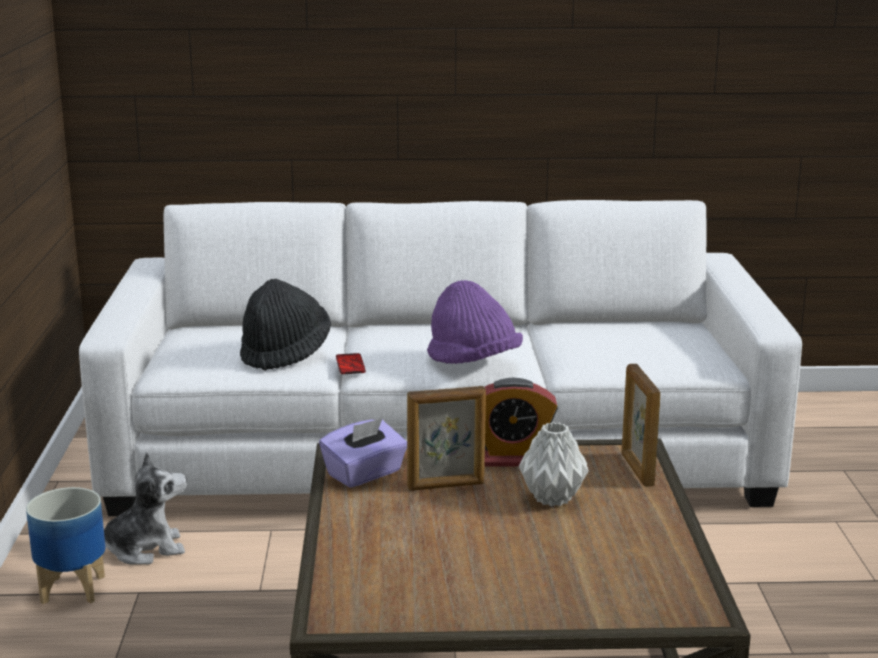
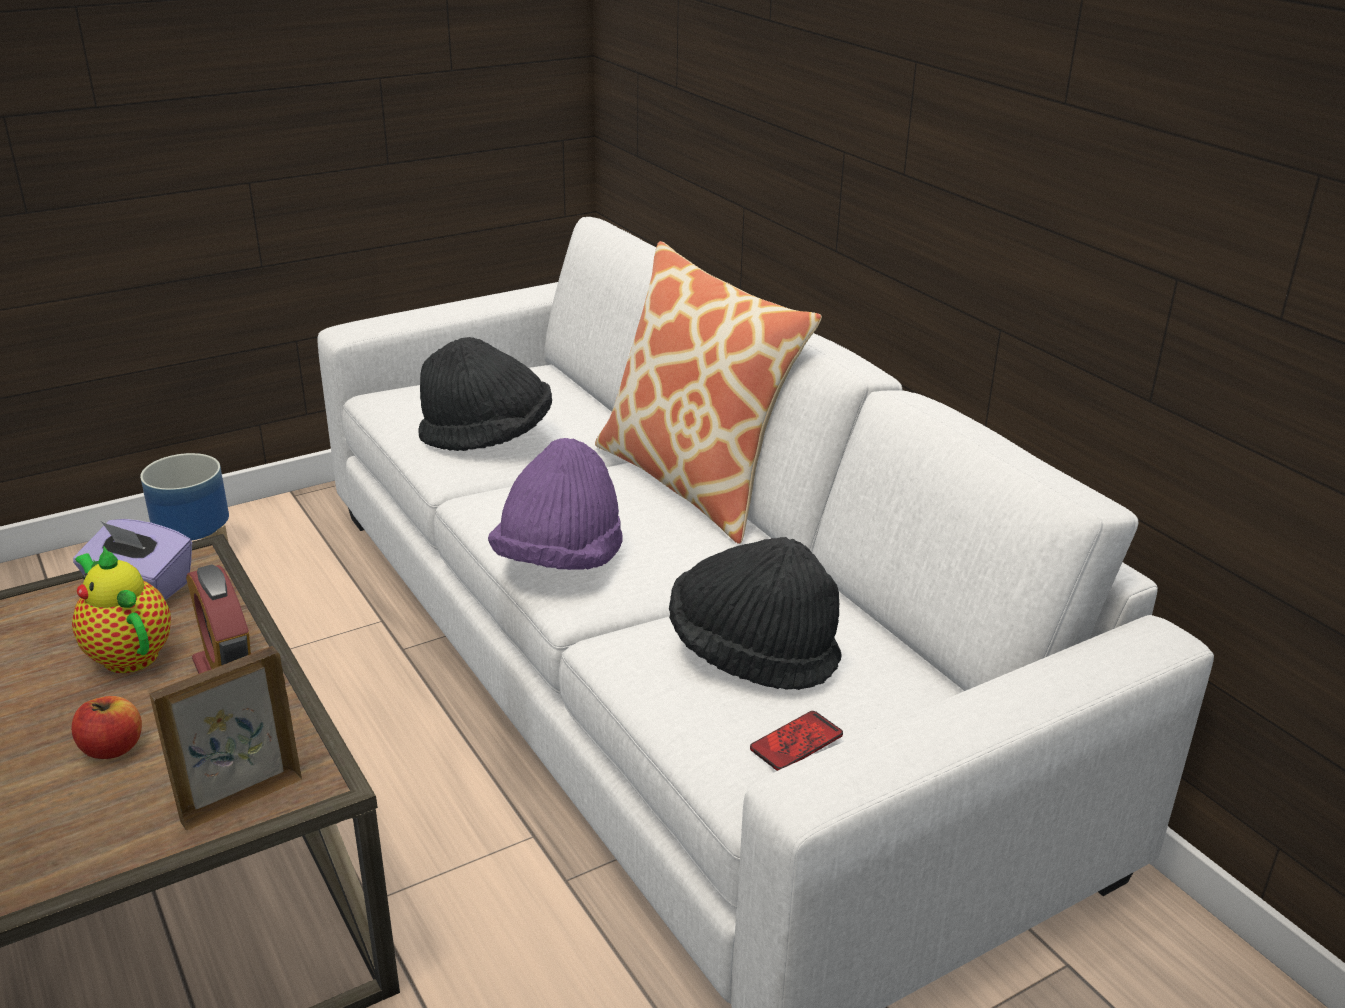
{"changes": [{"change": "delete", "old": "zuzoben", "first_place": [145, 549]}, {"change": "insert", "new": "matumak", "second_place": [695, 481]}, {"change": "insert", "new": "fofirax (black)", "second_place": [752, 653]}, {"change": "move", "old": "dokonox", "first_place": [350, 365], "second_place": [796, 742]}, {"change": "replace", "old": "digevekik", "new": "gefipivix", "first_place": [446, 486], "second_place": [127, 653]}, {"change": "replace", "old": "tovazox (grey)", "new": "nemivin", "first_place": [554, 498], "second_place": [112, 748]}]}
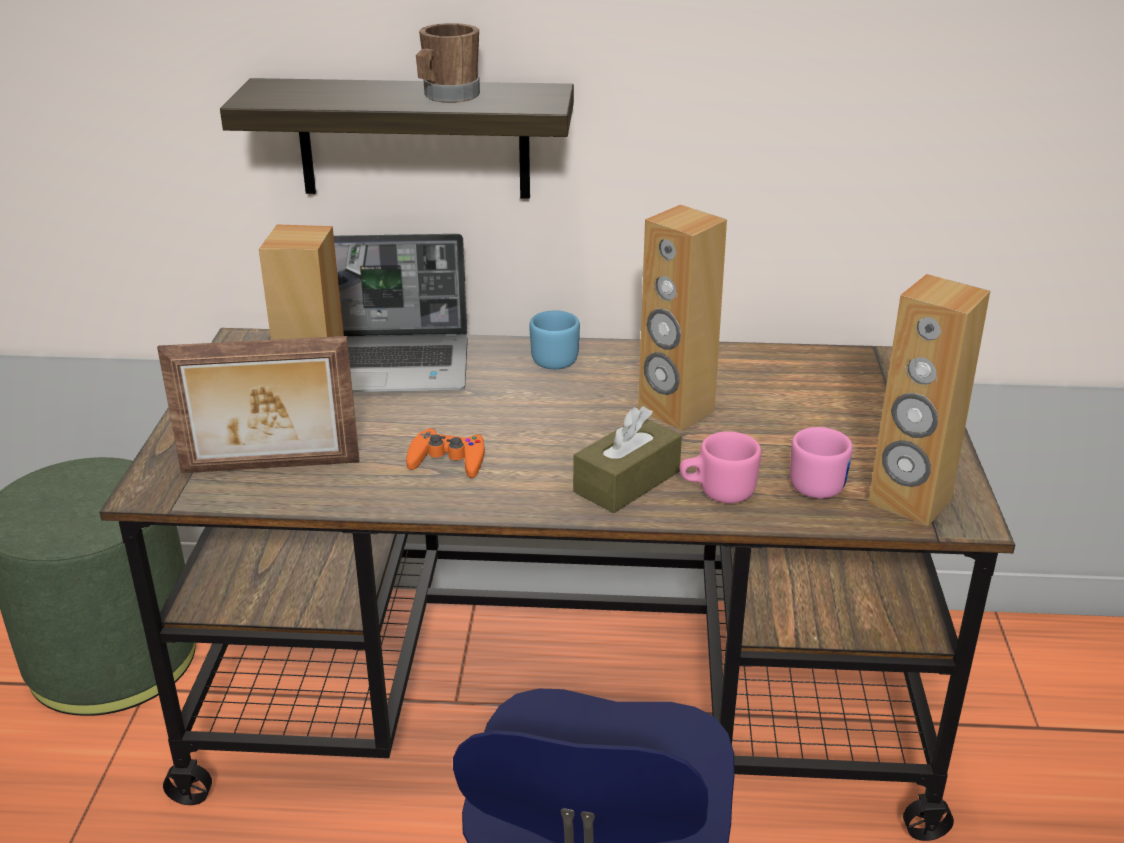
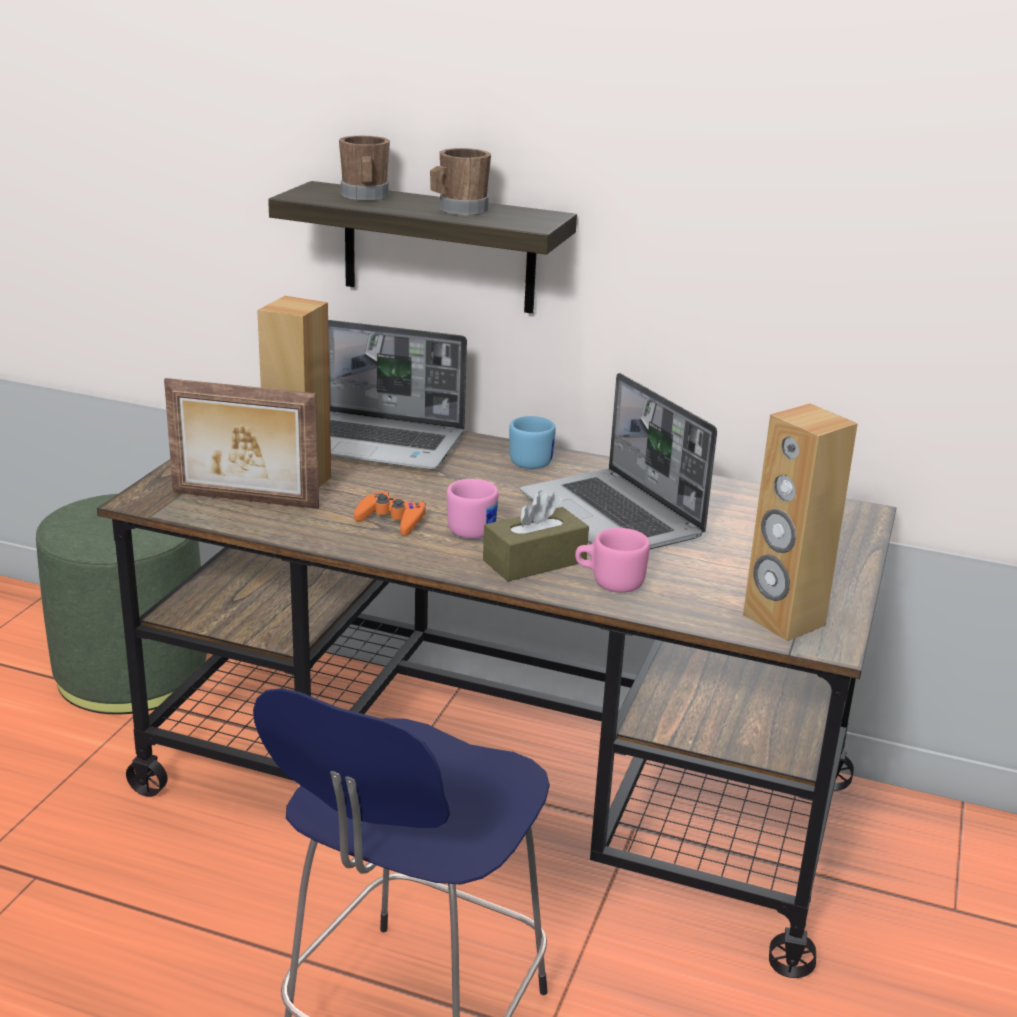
{"changes": [{"change": "insert", "new": "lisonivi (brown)", "second_place": [365, 197]}, {"change": "move", "old": "lisonivi (pink)", "first_place": [815, 482], "second_place": [474, 528]}, {"change": "replace", "old": "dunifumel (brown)", "new": "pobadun", "first_place": [675, 411], "second_place": [613, 517]}]}
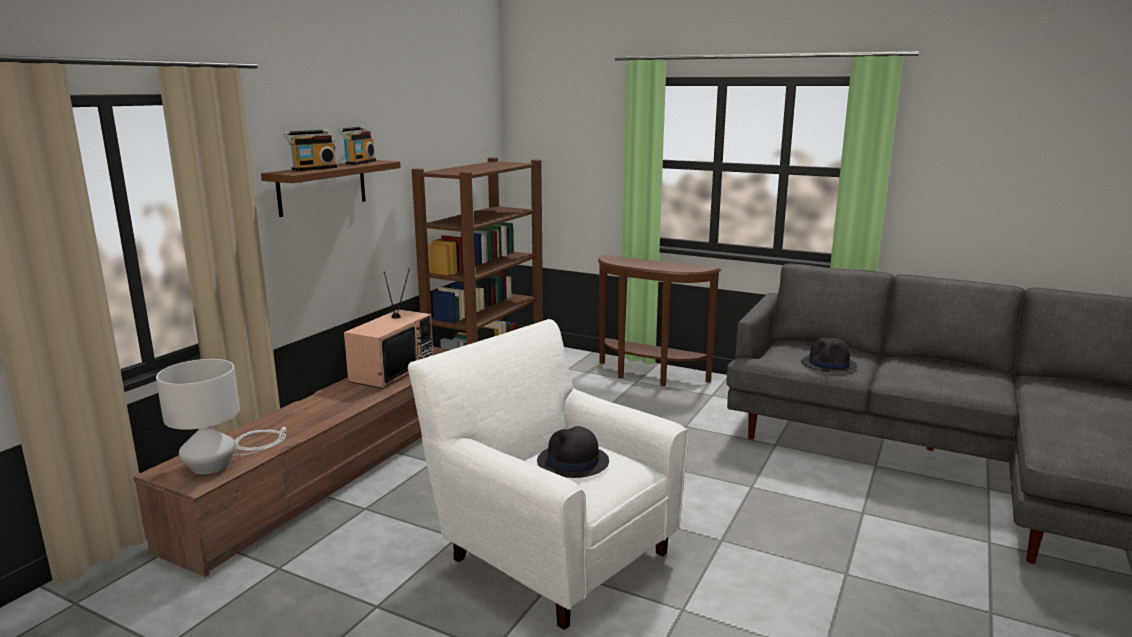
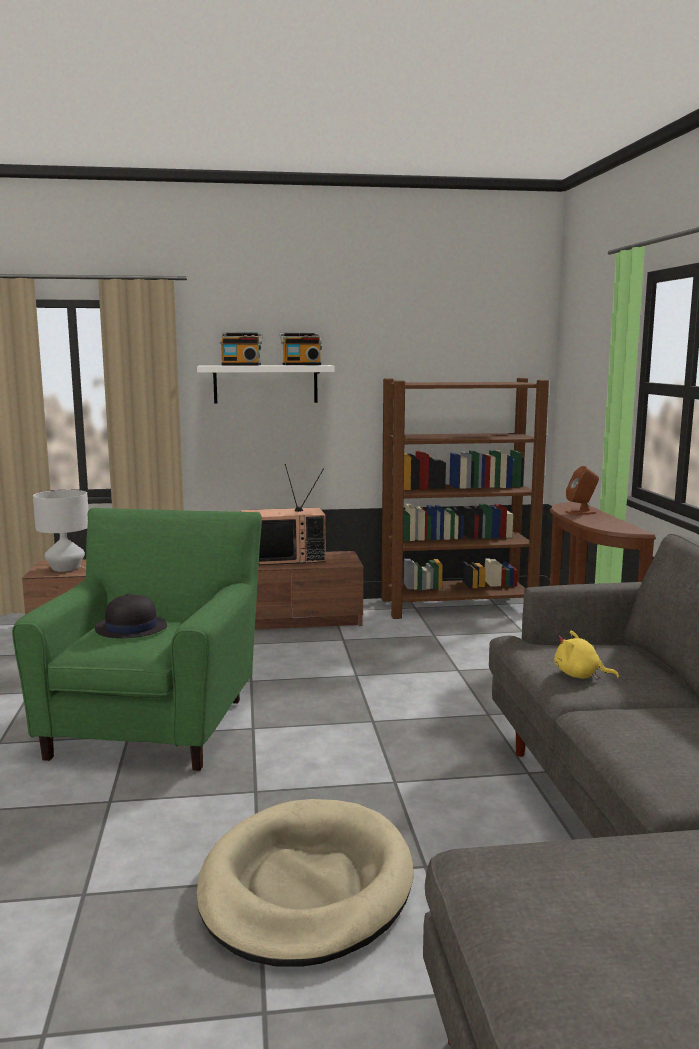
{"changes": [{"change": "insert", "new": "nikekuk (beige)", "second_place": [306, 887]}, {"change": "insert", "new": "dunifumel (brown)", "second_place": [581, 512]}, {"change": "replace", "old": "fofirax (black)", "new": "zuzoben (yellow)", "first_place": [829, 364], "second_place": [580, 675]}, {"change": "recolor", "old": "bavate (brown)", "new": "bavate (white)", "first_place": [322, 187], "second_place": [265, 384]}, {"change": "recolor", "old": "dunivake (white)", "new": "dunivake (green)", "first_place": [554, 553], "second_place": [152, 725]}]}
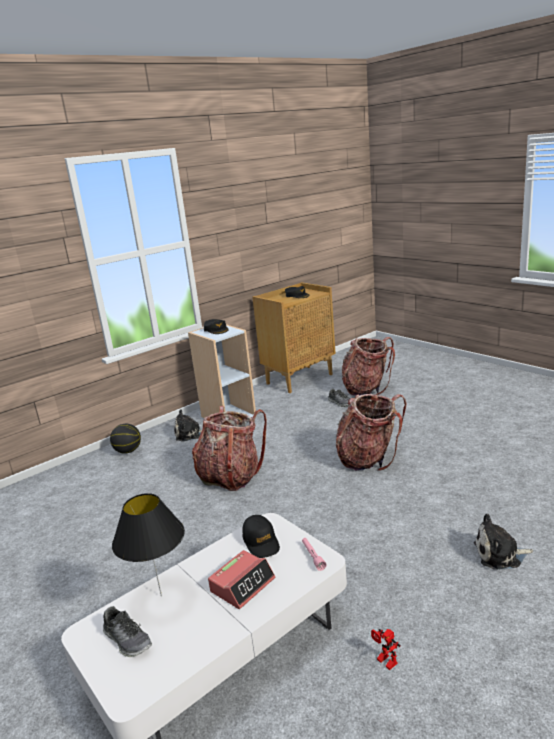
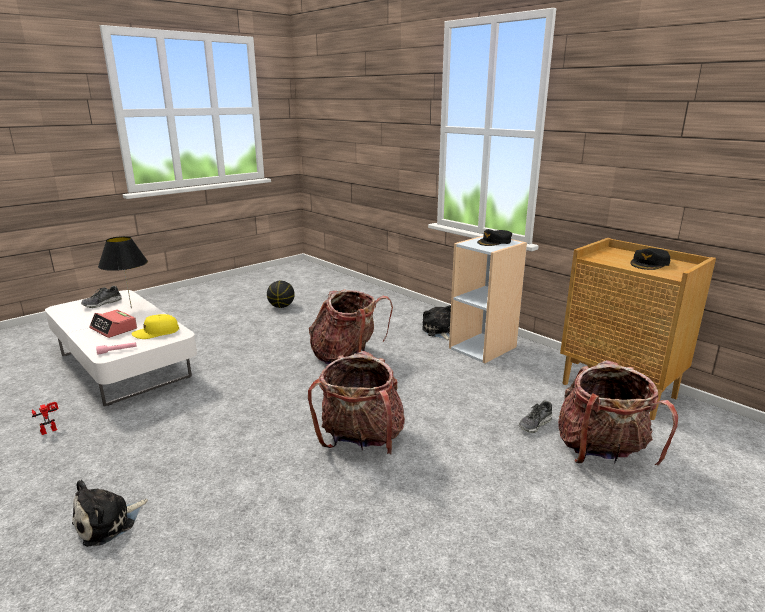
{"changes": [{"change": "move", "old": "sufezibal", "first_place": [128, 451], "second_place": [281, 306]}, {"change": "recolor", "old": "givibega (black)", "new": "givibega (yellow)", "first_place": [261, 542], "second_place": [156, 333]}, {"change": "rotate", "old": "zuzoben", "first_place": [500, 554], "second_place": [108, 522], "degrees": -135}]}
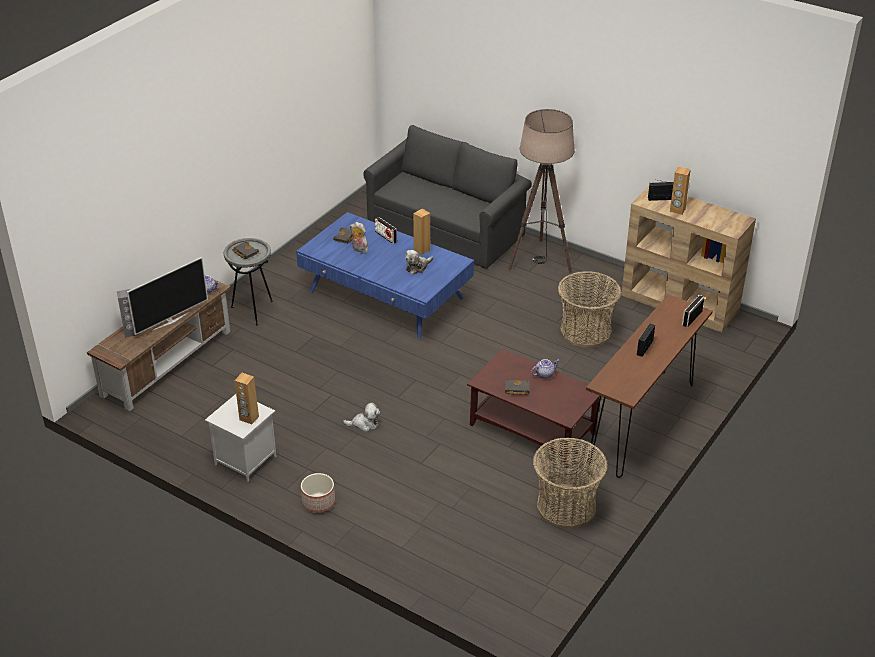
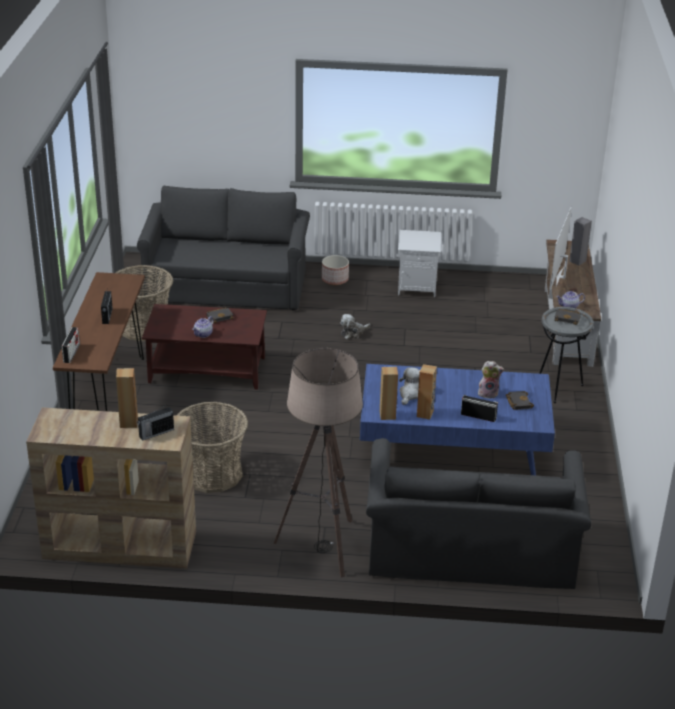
{"changes": [{"change": "insert", "new": "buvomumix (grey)", "second_place": [226, 287]}, {"change": "move", "old": "dunifumel (brown)", "first_place": [249, 418], "second_place": [387, 415]}]}
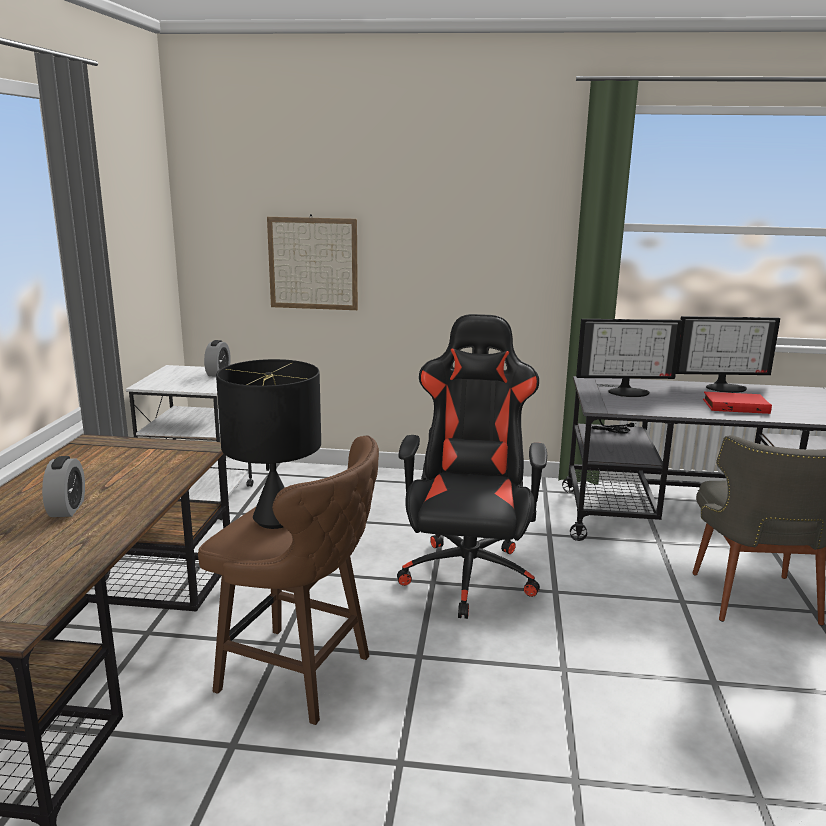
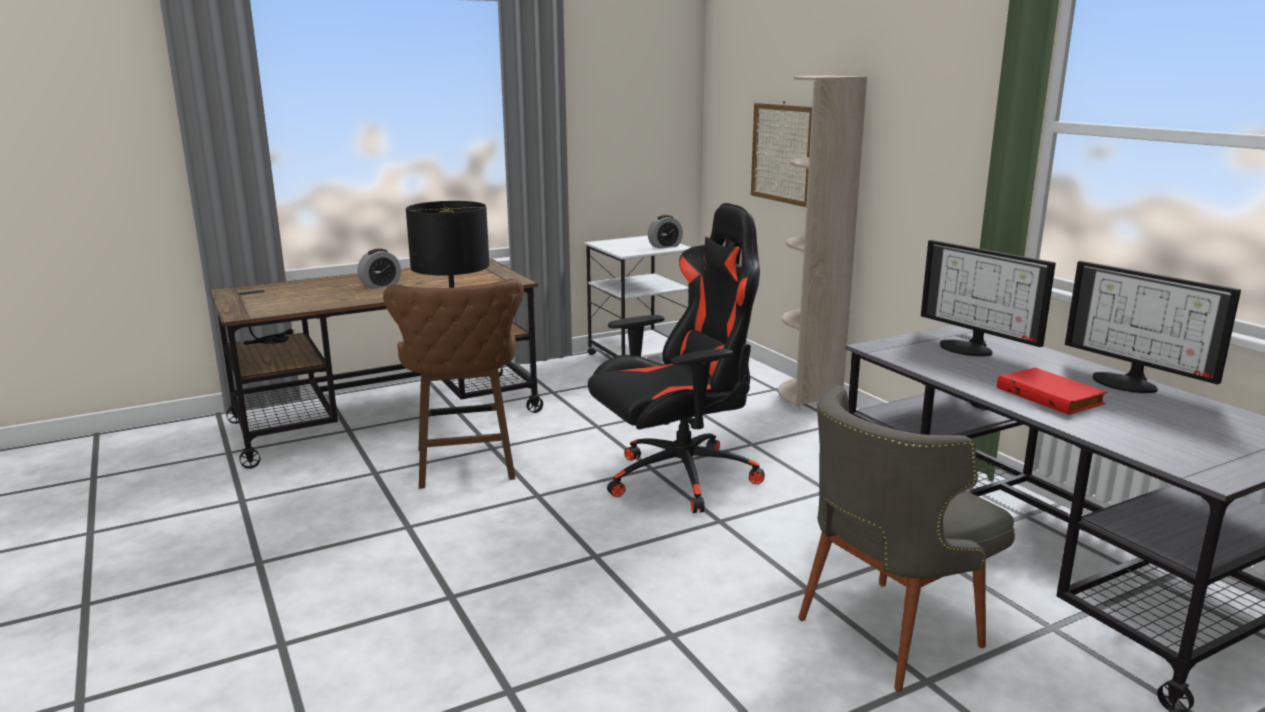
{"changes": [{"change": "insert", "new": "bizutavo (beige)", "second_place": [804, 399]}]}
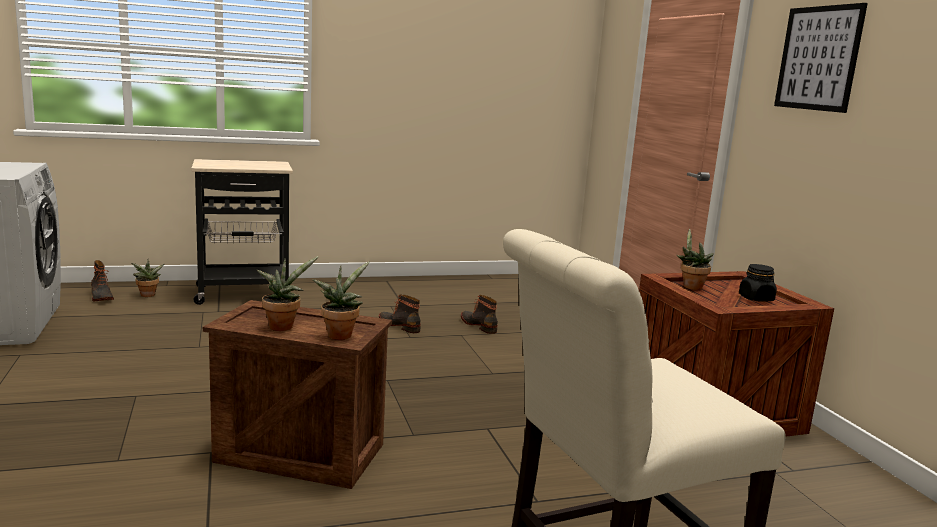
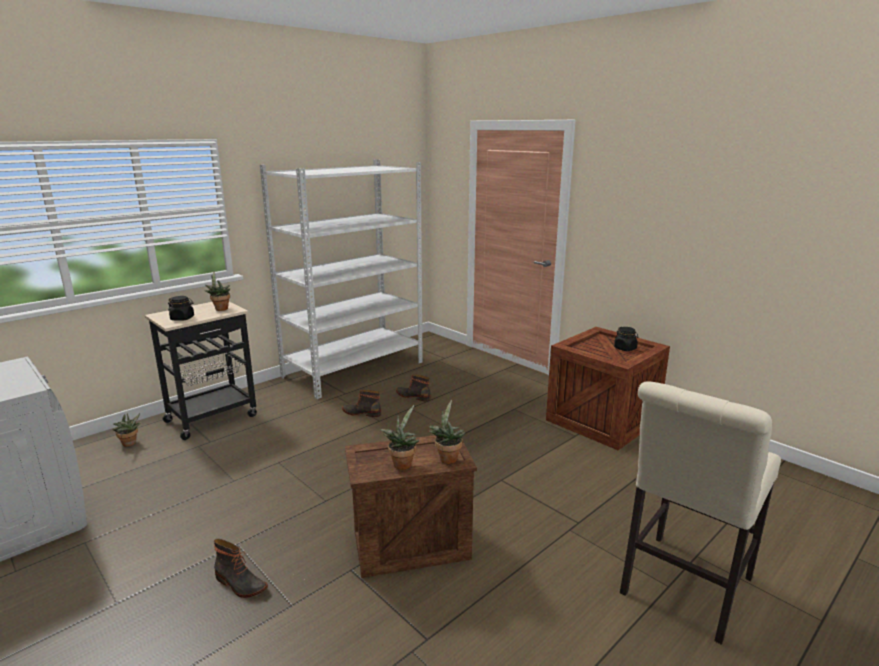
{"changes": [{"change": "delete", "old": "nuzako", "first_place": [818, 58]}, {"change": "insert", "new": "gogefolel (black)", "second_place": [182, 318]}, {"change": "insert", "new": "bizutavo (white)", "second_place": [354, 369]}, {"change": "move", "old": "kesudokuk", "first_place": [101, 297], "second_place": [240, 584]}, {"change": "move", "old": "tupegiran", "first_place": [690, 286], "second_place": [220, 309]}]}
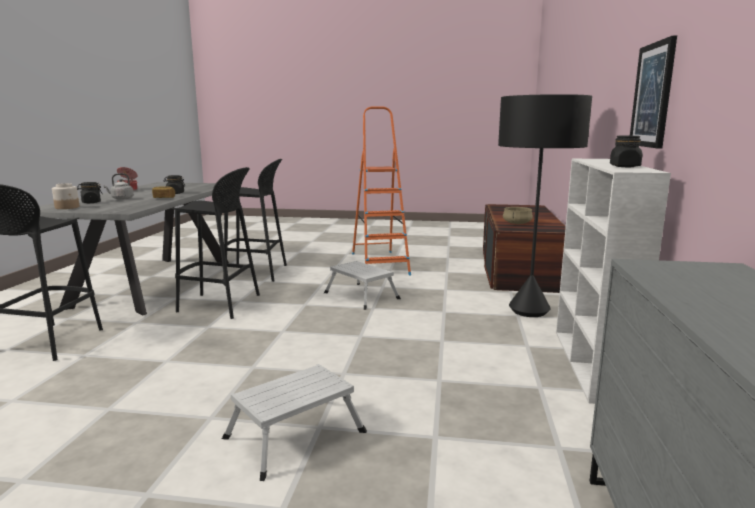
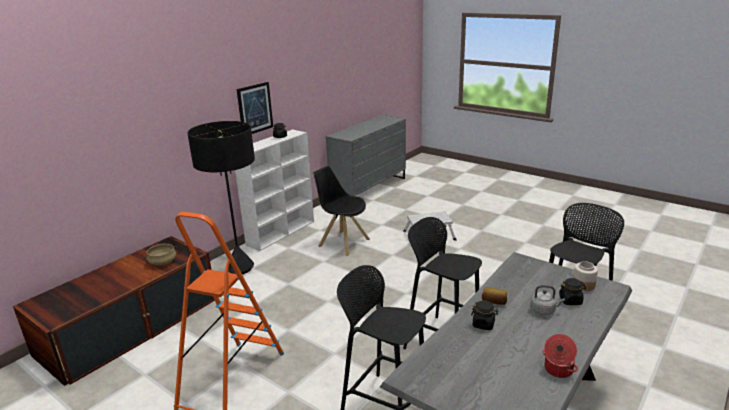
{"changes": [{"change": "delete", "old": "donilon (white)", "first_place": [361, 296]}, {"change": "insert", "new": "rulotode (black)", "second_place": [343, 242]}]}
